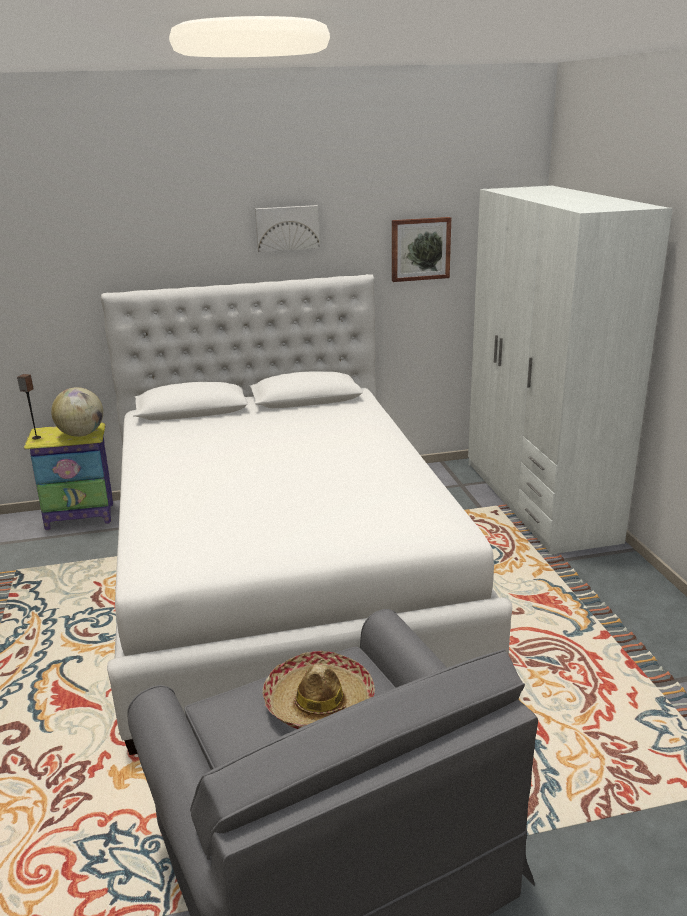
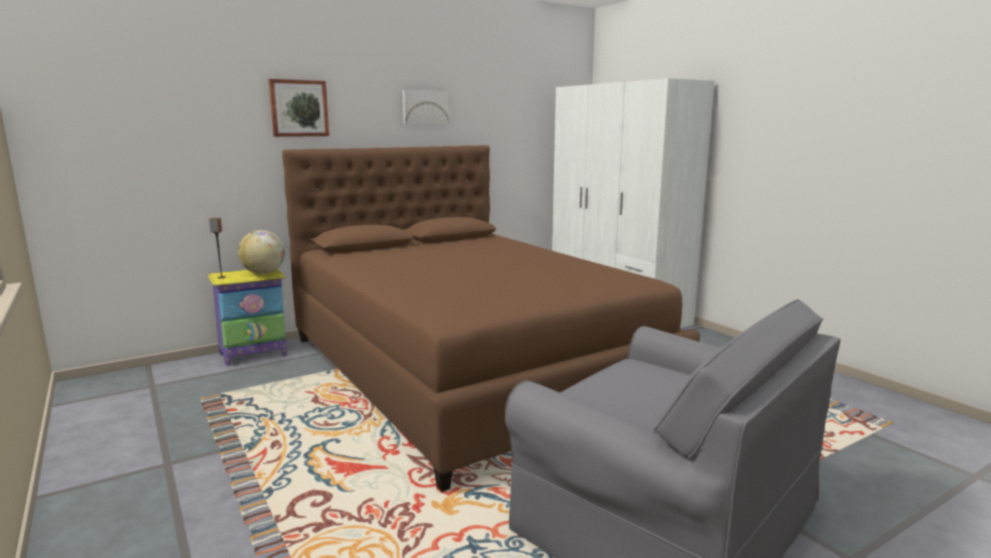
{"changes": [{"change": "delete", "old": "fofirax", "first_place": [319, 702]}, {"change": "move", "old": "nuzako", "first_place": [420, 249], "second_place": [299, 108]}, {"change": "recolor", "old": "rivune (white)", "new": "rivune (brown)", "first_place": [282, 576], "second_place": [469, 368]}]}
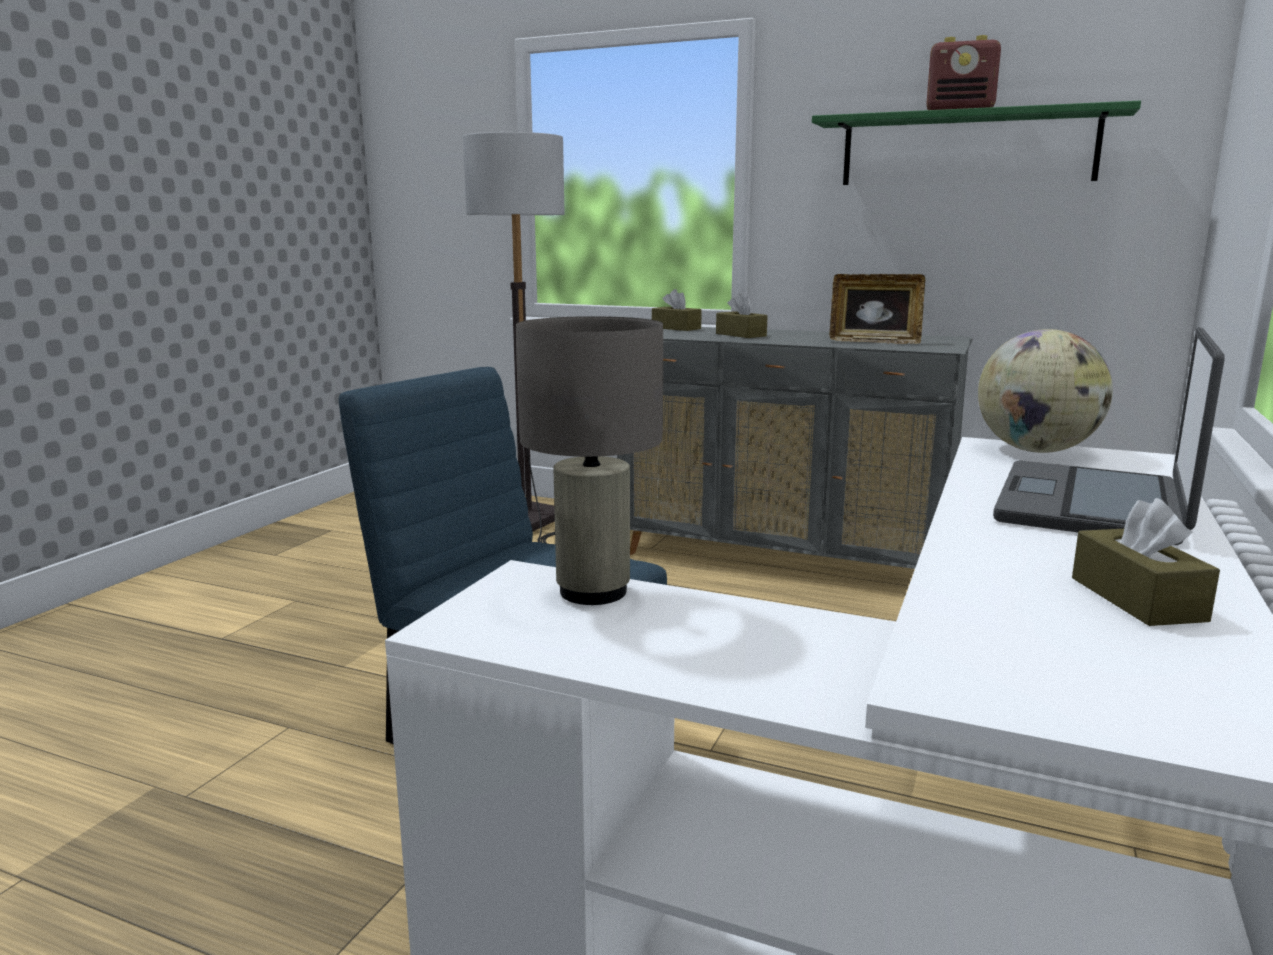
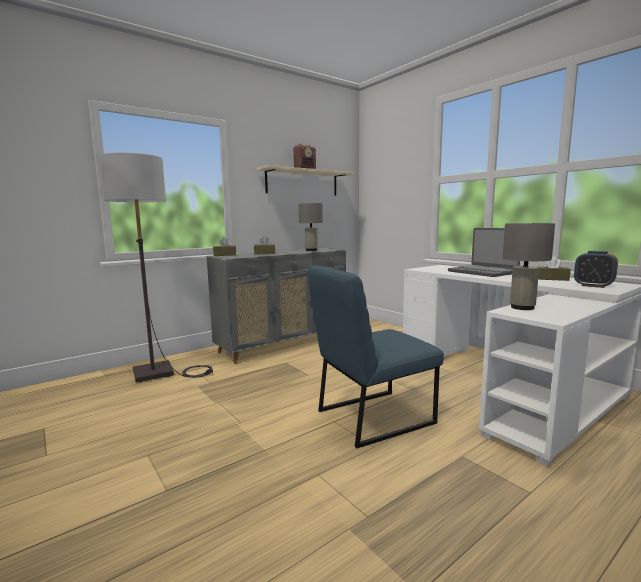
{"changes": [{"change": "delete", "old": "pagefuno", "first_place": [1036, 451]}, {"change": "insert", "new": "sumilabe", "second_place": [593, 286]}, {"change": "replace", "old": "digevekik", "new": "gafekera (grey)", "first_place": [874, 341], "second_place": [311, 250]}, {"change": "recolor", "old": "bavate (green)", "new": "bavate (beige)", "first_place": [967, 149], "second_place": [302, 182]}]}
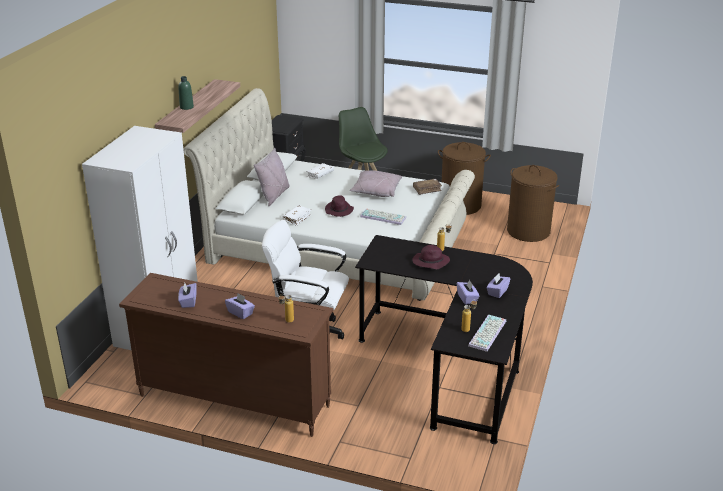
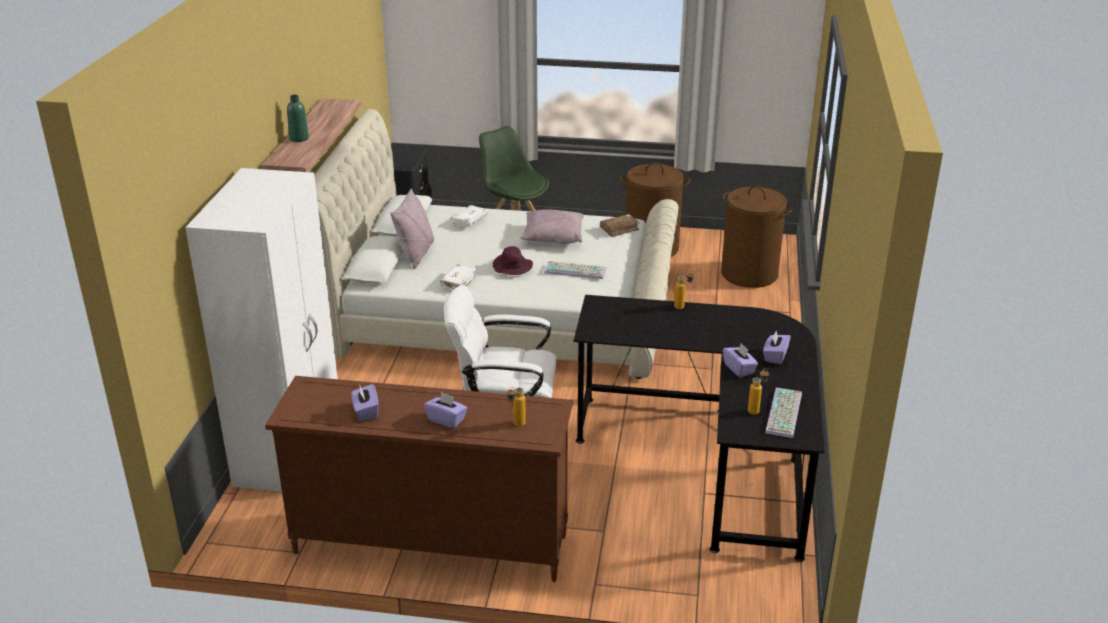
{"changes": [{"change": "delete", "old": "fofirax (purple)", "first_place": [430, 262]}]}
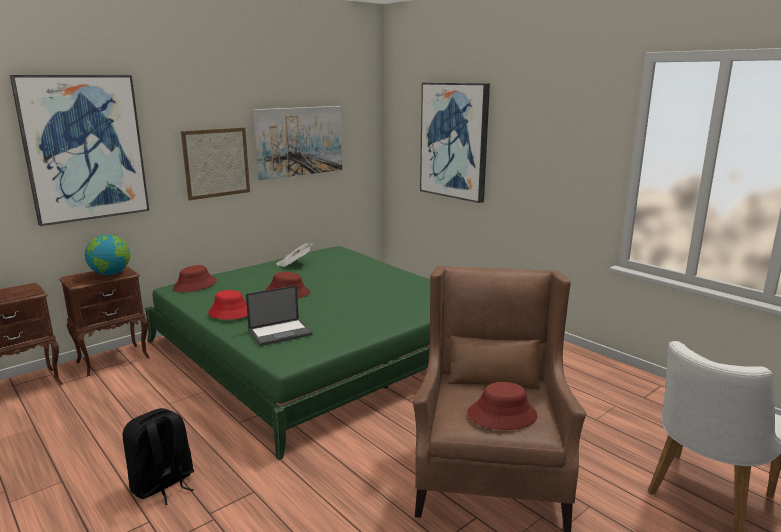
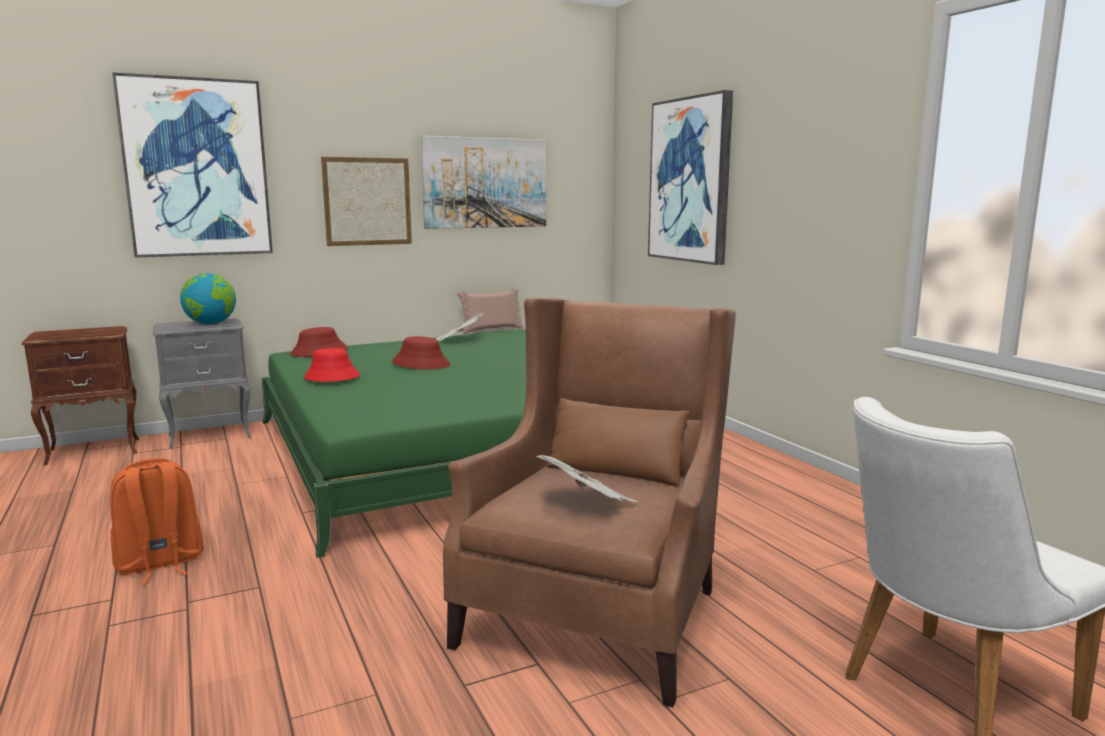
{"changes": [{"change": "delete", "old": "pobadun", "first_place": [280, 332]}, {"change": "insert", "new": "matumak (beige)", "second_place": [491, 330]}, {"change": "replace", "old": "fofirax (red)", "new": "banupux", "first_place": [502, 415], "second_place": [586, 504]}, {"change": "recolor", "old": "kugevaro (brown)", "new": "kugevaro (grey)", "first_place": [113, 360], "second_place": [210, 436]}, {"change": "recolor", "old": "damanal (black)", "new": "damanal (orange)", "first_place": [163, 484], "second_place": [159, 564]}]}
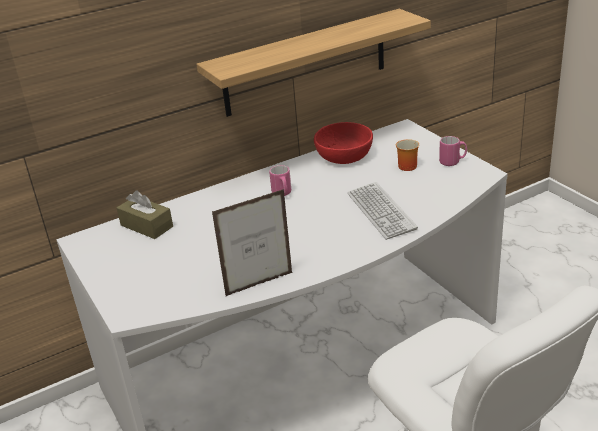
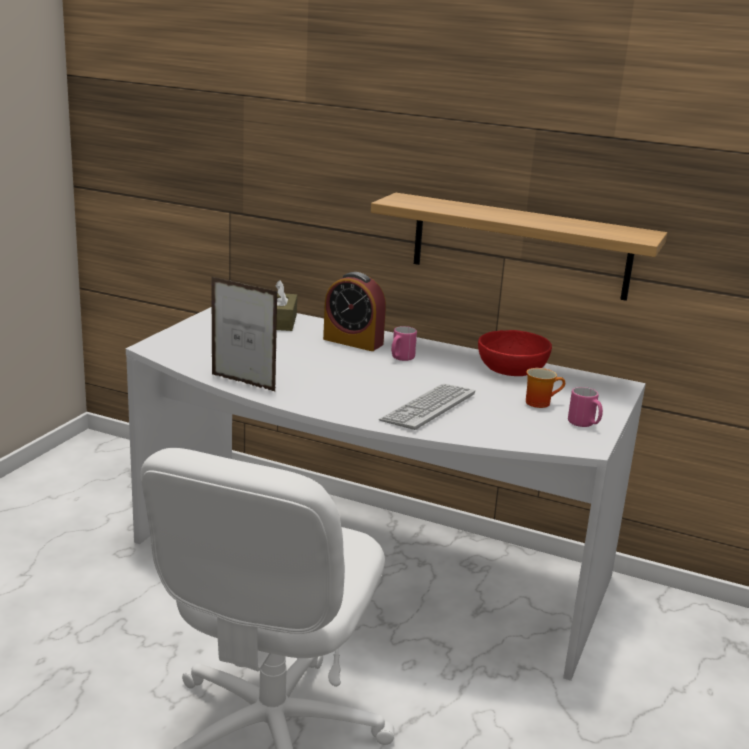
{"changes": [{"change": "insert", "new": "sumilabe", "second_place": [353, 342]}]}
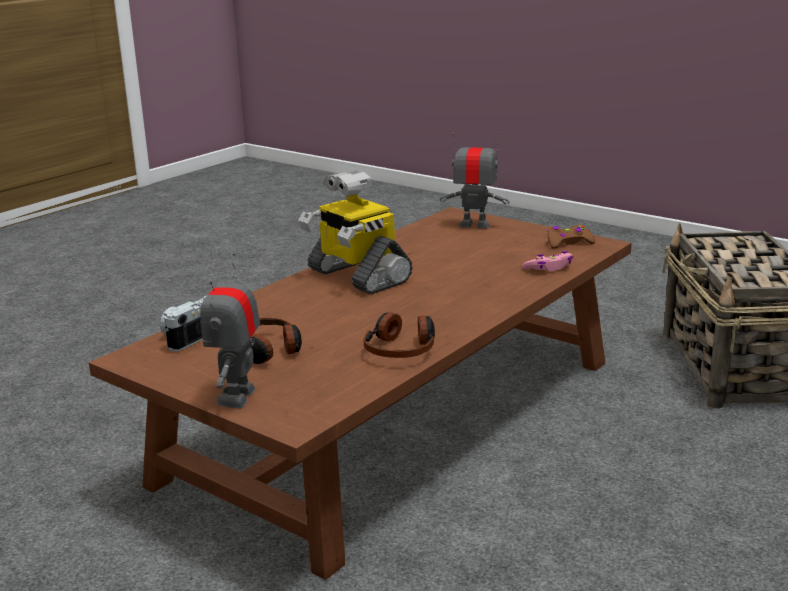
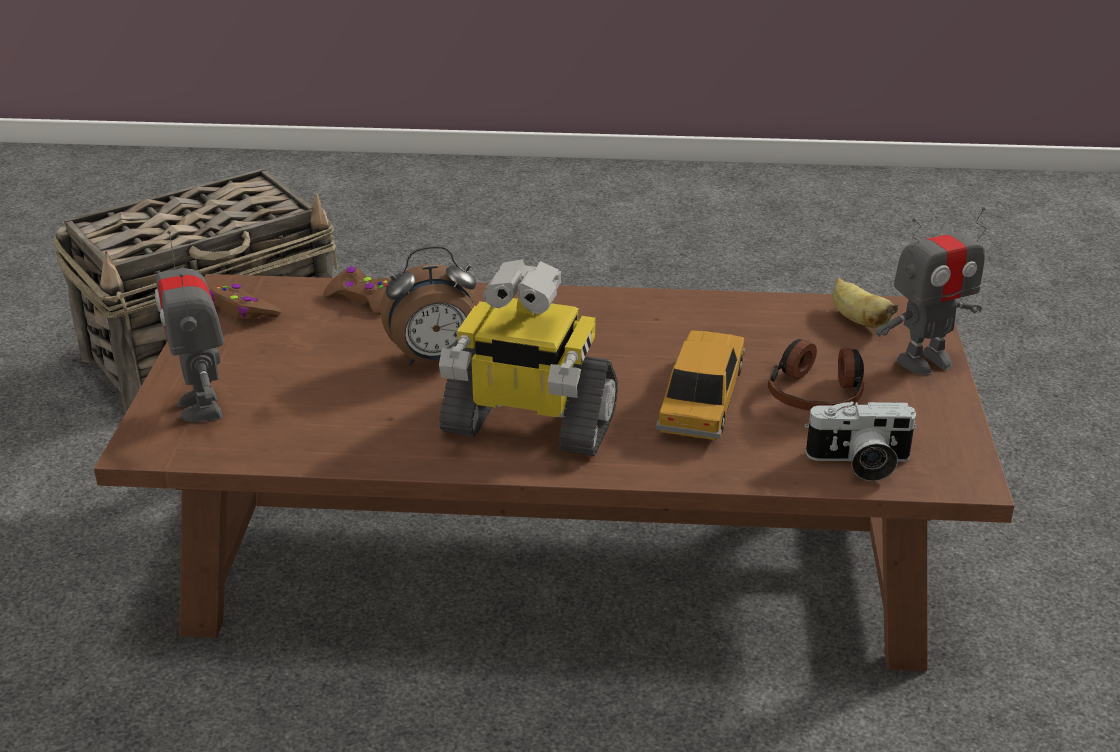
{"changes": [{"change": "delete", "old": "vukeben", "first_place": [401, 349]}, {"change": "insert", "new": "sumilabe", "second_place": [434, 360]}, {"change": "insert", "new": "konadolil", "second_place": [702, 399]}, {"change": "insert", "new": "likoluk", "second_place": [857, 320]}, {"change": "recolor", "old": "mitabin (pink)", "new": "mitabin (brown)", "first_place": [549, 268], "second_place": [362, 299]}, {"change": "rotate", "old": "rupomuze", "first_place": [357, 276], "second_place": [527, 425], "degrees": 90}]}
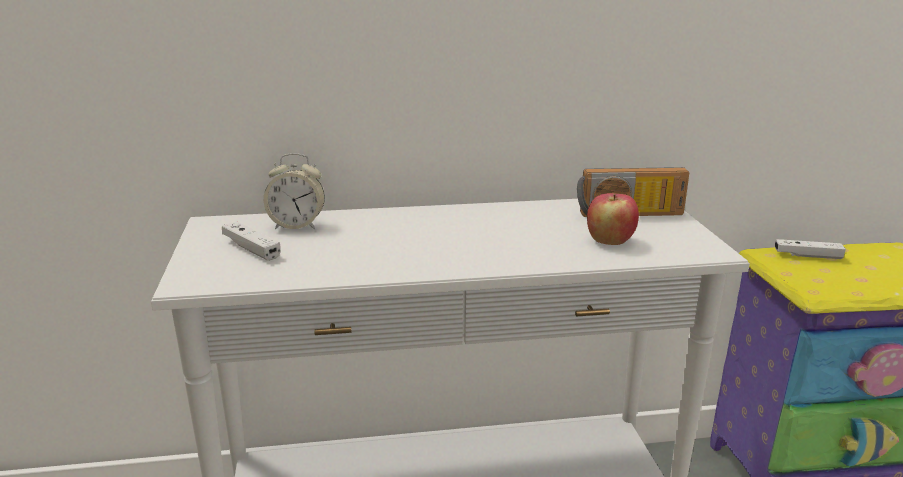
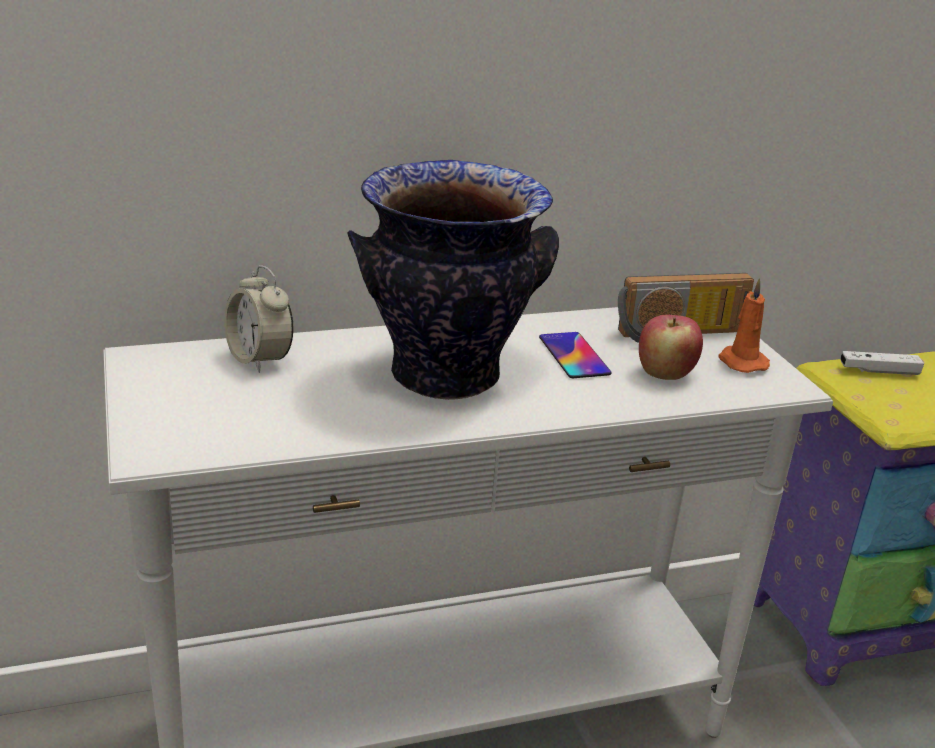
{"changes": [{"change": "delete", "old": "mitabin (white)", "first_place": [251, 249]}, {"change": "insert", "new": "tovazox", "second_place": [446, 378]}, {"change": "insert", "new": "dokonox", "second_place": [574, 356]}, {"change": "insert", "new": "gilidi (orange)", "second_place": [741, 362]}, {"change": "rotate", "old": "sumilabe", "first_place": [297, 226], "second_place": [259, 359], "degrees": 60}]}
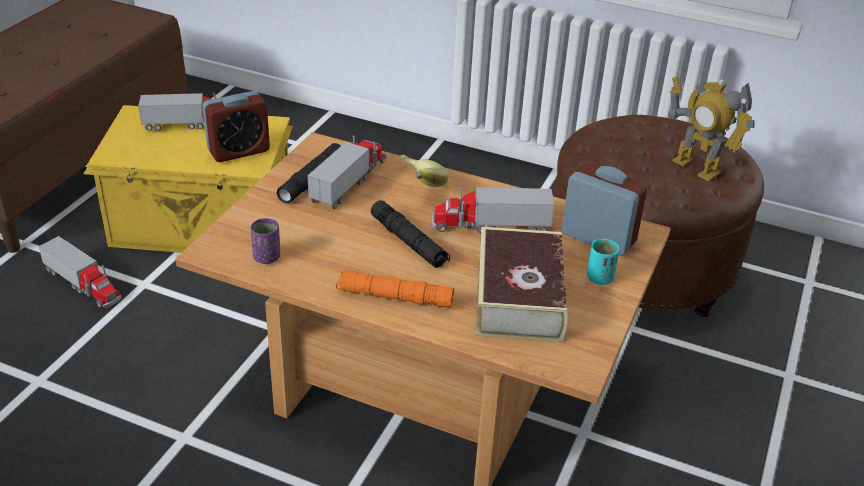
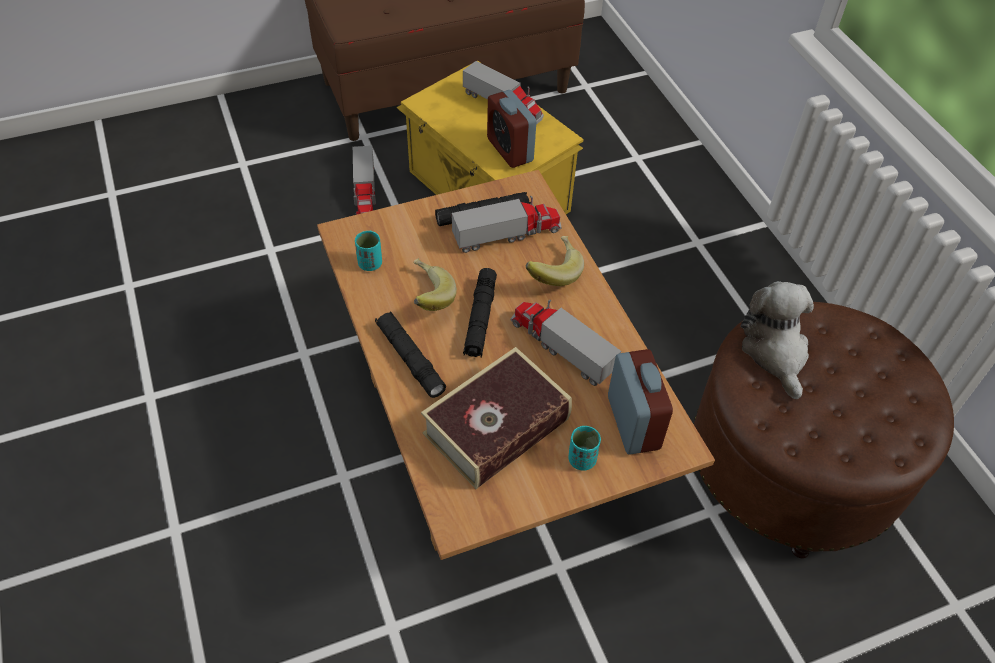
{"changes": [{"change": "delete", "old": "rupomuze", "first_place": [696, 167]}, {"change": "insert", "new": "likoluk", "second_place": [426, 297]}, {"change": "insert", "new": "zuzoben", "second_place": [775, 352]}, {"change": "recolor", "old": "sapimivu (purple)", "new": "sapimivu (turquoise)", "first_place": [267, 258], "second_place": [370, 264]}, {"change": "recolor", "old": "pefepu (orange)", "new": "pefepu (black)", "first_place": [394, 297], "second_place": [410, 359]}, {"change": "rotate", "old": "sumilabe", "first_place": [239, 151], "second_place": [510, 150], "degrees": 45}]}
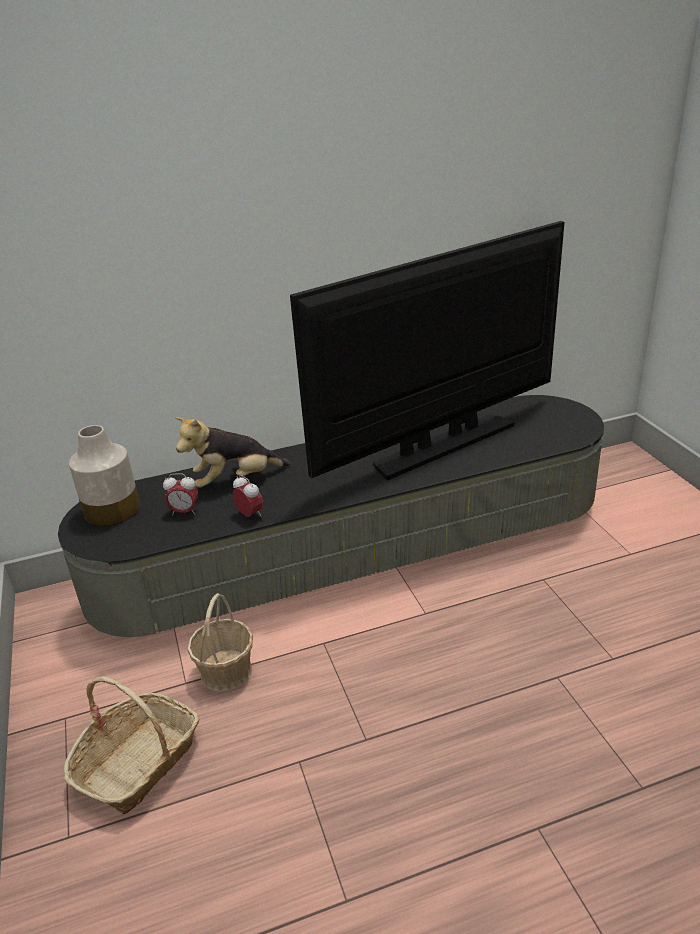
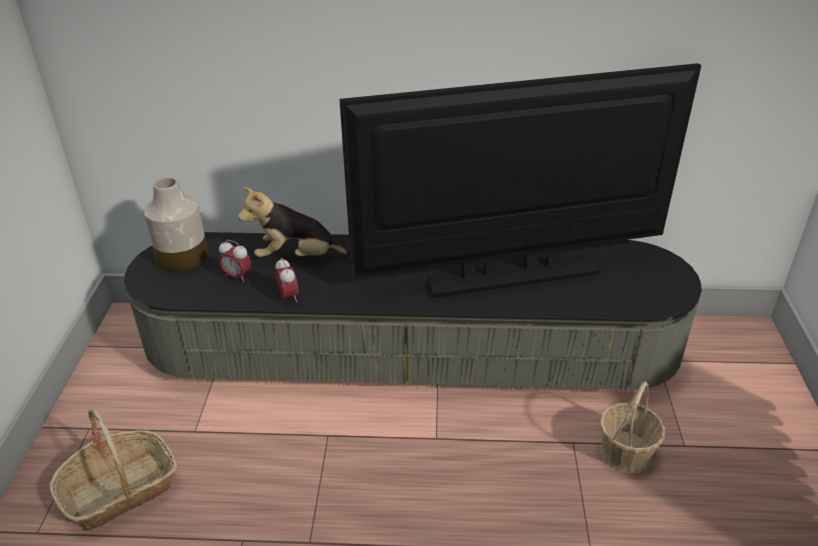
{"changes": [{"change": "move", "old": "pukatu", "first_place": [226, 671], "second_place": [626, 453]}]}
